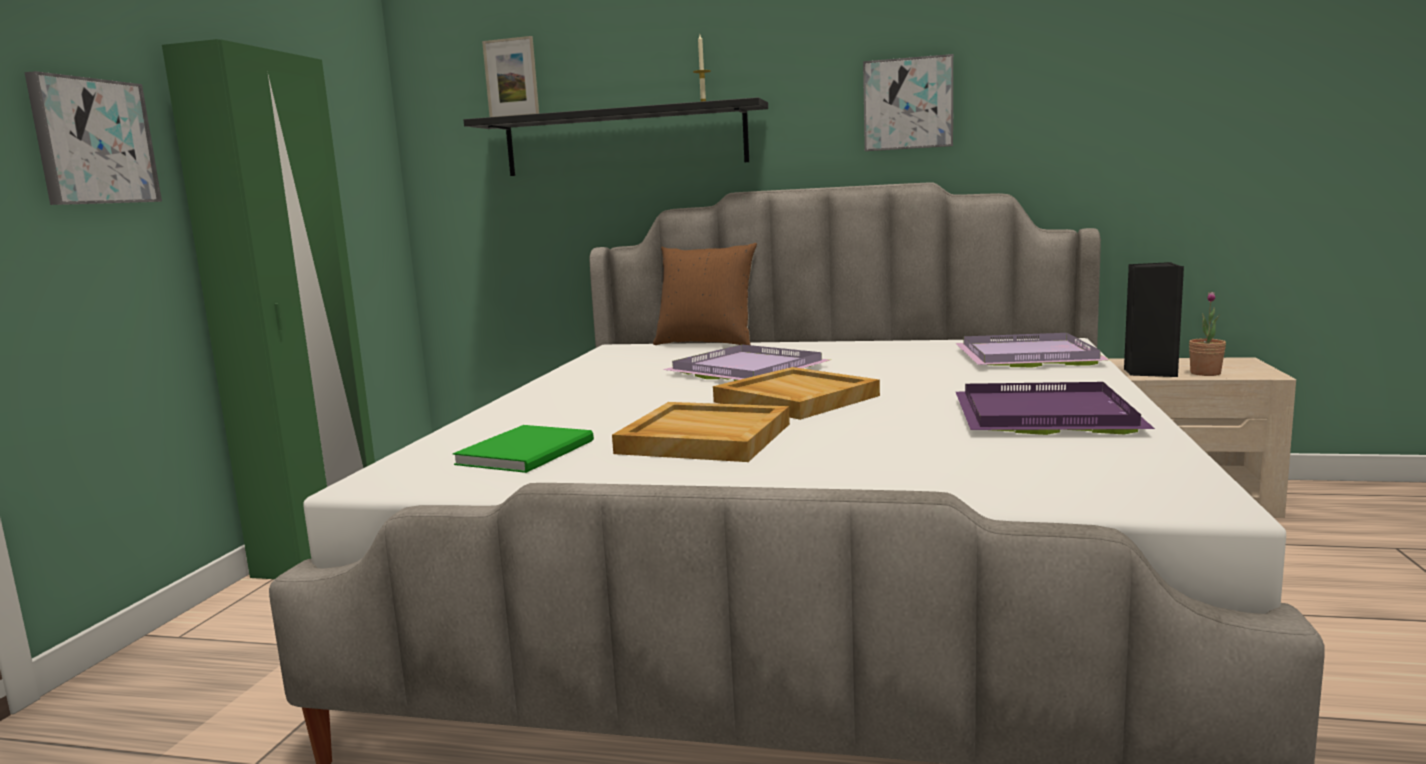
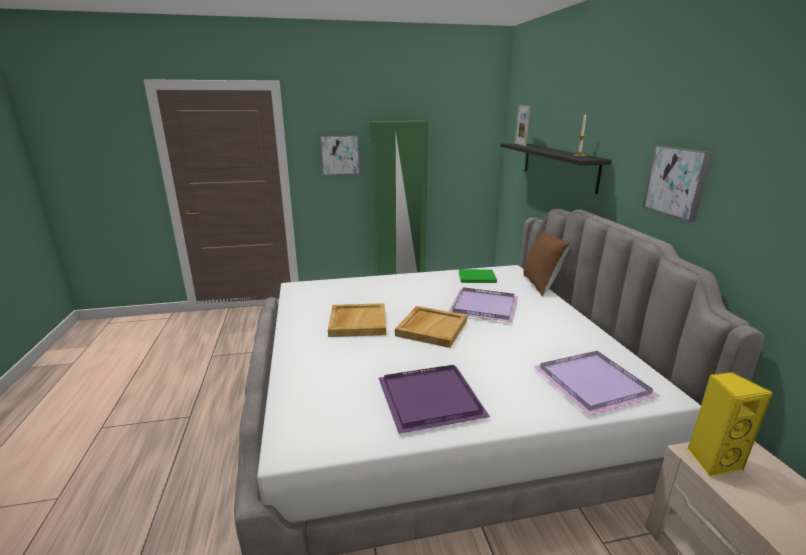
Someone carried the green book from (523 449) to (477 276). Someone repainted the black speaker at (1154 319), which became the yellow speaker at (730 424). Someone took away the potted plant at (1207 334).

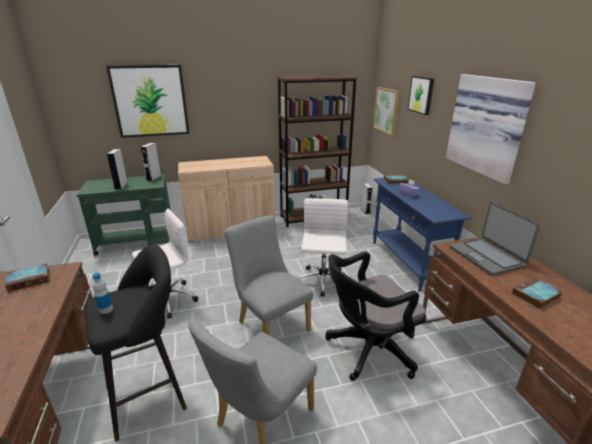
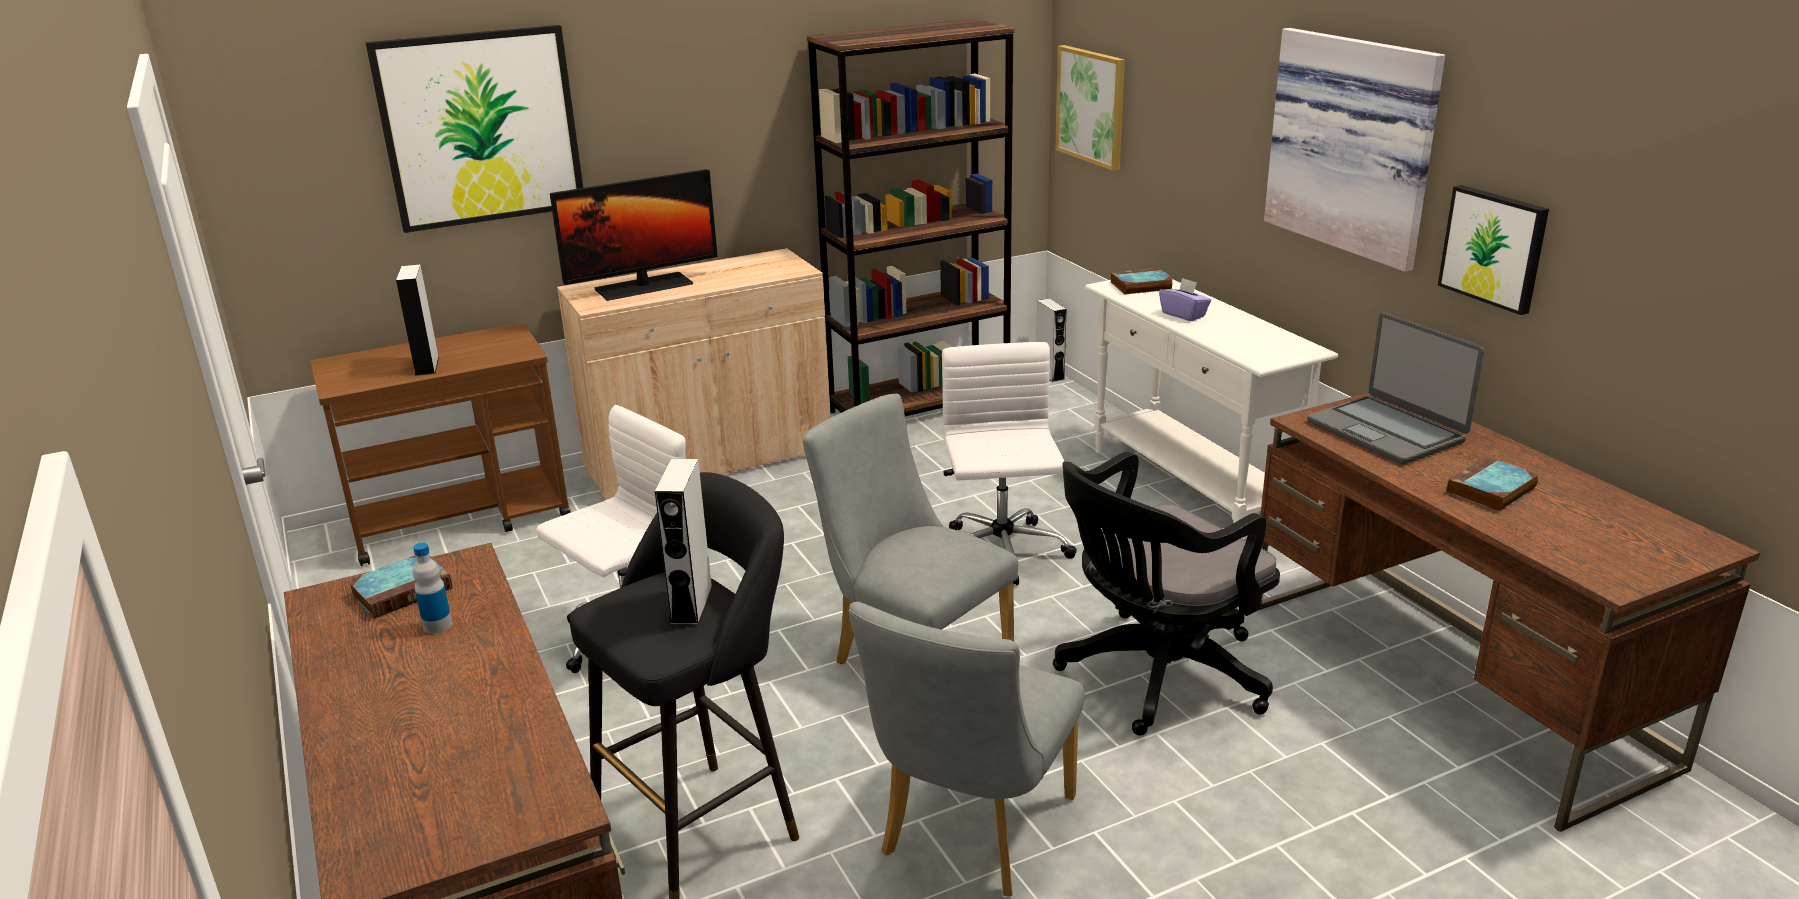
Someone repainted the green cart at (123 215), which became the brown cart at (440 444). Someone carried the bottle from (103 293) to (432 588). Someone carried the grey speaker from (150 162) to (684 542). Someone repainted the blue console table at (422 235), which became the white console table at (1211 401). Someone carried the picture from (421 95) to (1493 250). Someone put down the monitor at (633 235).

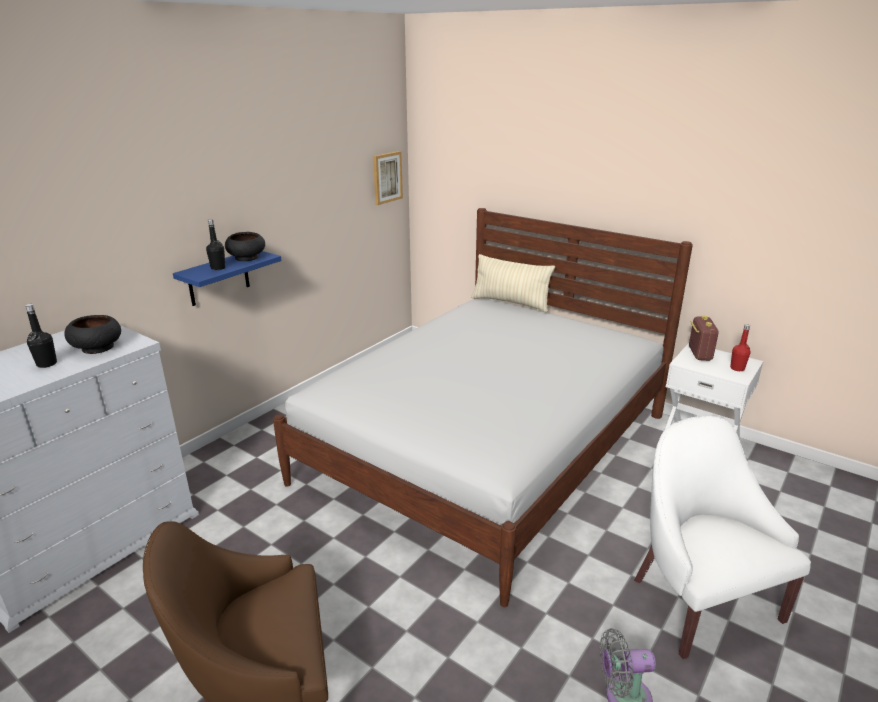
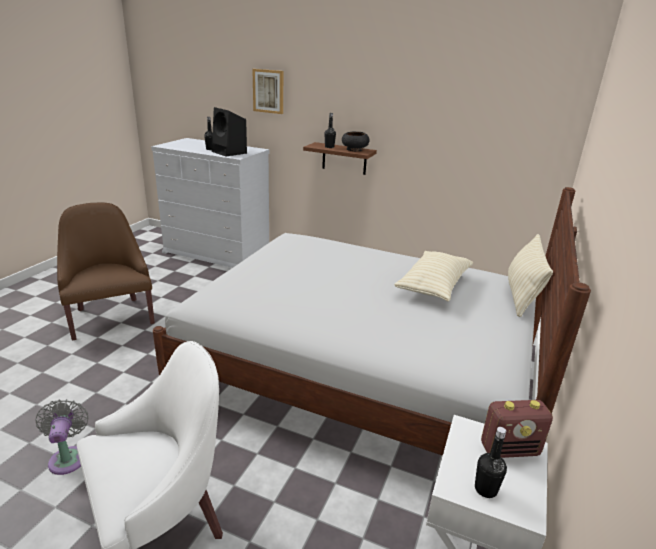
Someone swapped the black bowl at (92 334) for the black speaker at (229 131). Someone repainted the blue shelf at (227 278), which became the brown shelf at (340 158). Someone carried the picture from (388 178) to (267 91). Someone repainted the red bottle at (740 347), which became the black bottle at (491 462). Someone put down the beige pillow at (433 276).

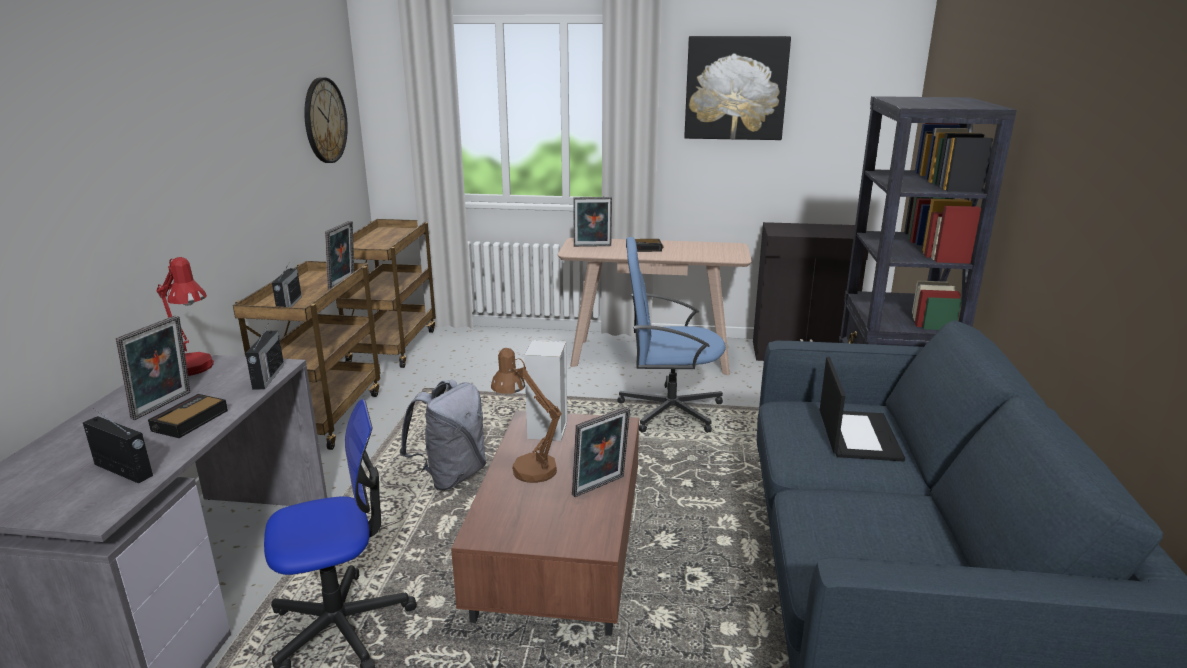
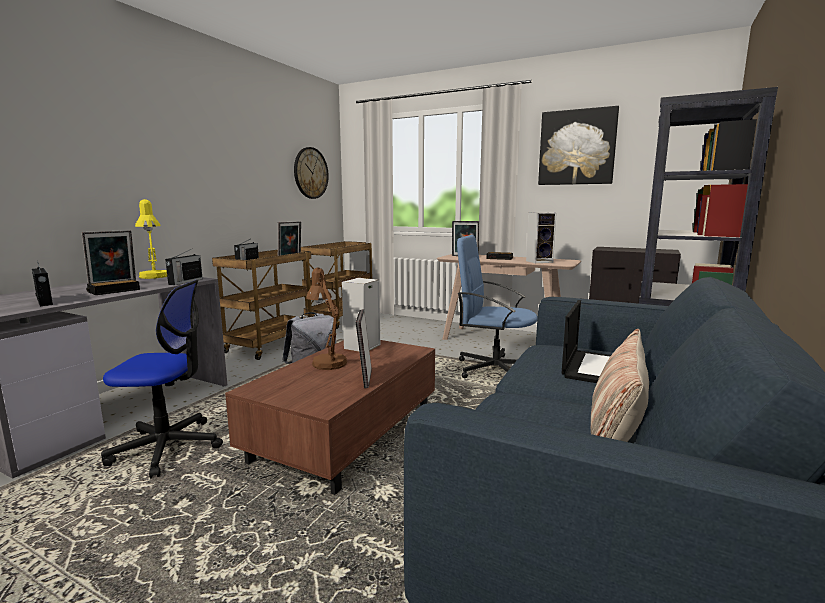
Someone repainted the red table lamp at (185 316), which became the yellow table lamp at (151 239). Someone rotated the picture frame at (601 452) by 105 degrees clockwise. Someone put down the speaker at (541 238). Someone put down the pillow at (620 385).

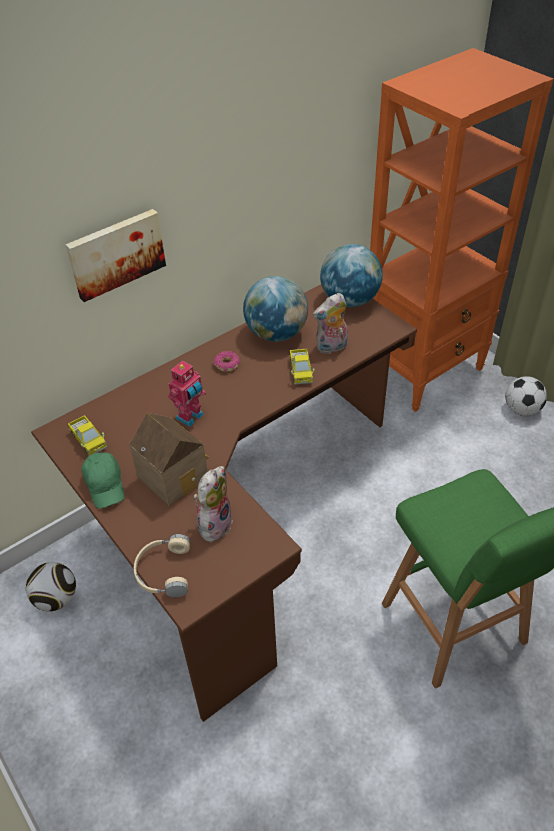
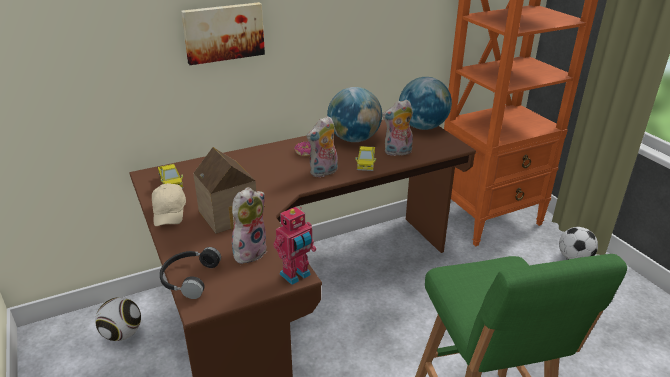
Someone repainted the green cap at (103 480), which became the beige cap at (169 204). Someone repainted the beige headphones at (162 565), which became the black headphones at (190 273). Someone carried the toy robot from (187 394) to (294 246). Someone put down the plush toy at (322 147).

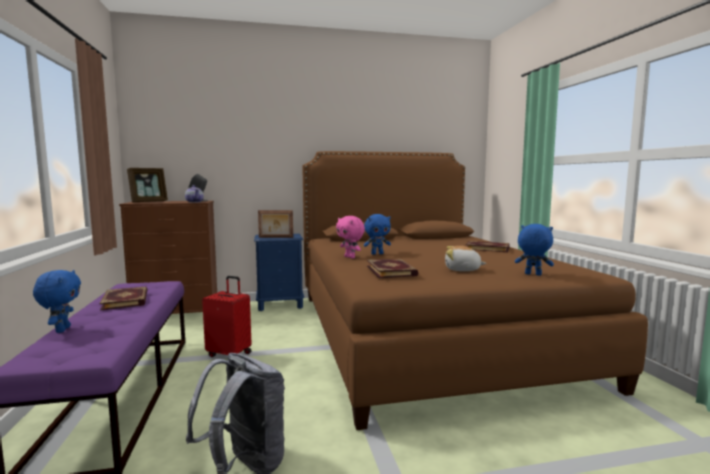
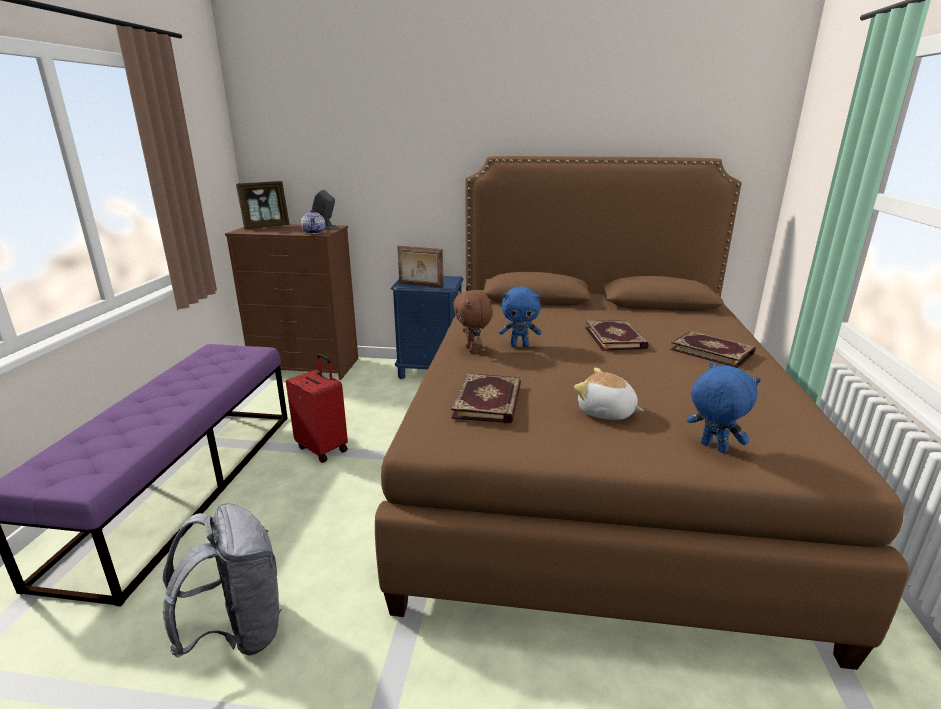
Someone took away the blue plush toy at (57 301). Someone carried the book from (123 298) to (617 335). Someone repainted the pink plush toy at (350 237), which became the brown plush toy at (473 322).

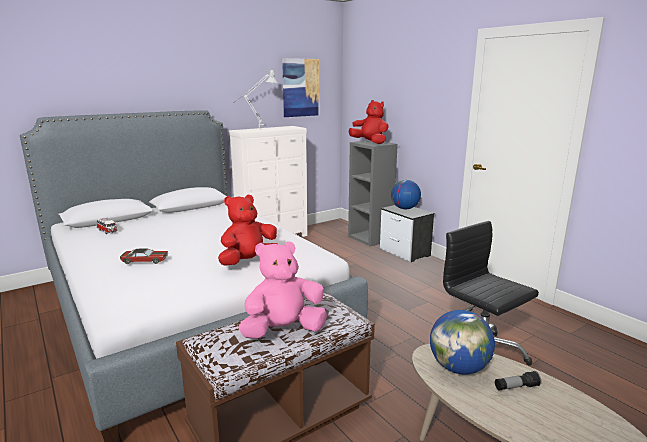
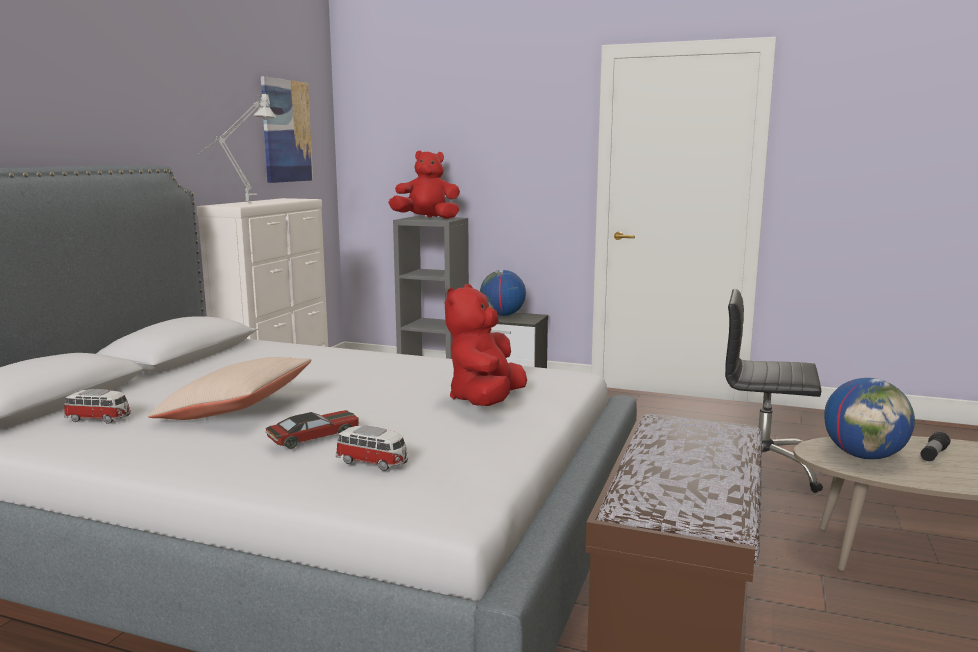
Someone took away the pink plush toy at (282 289). Someone put down the beige pillow at (229 388). Someone put down the toy car at (372 448).

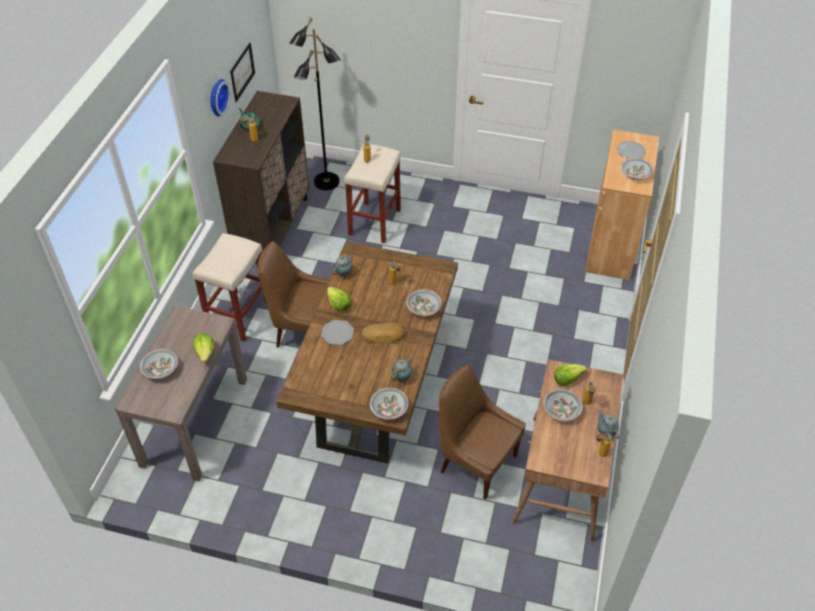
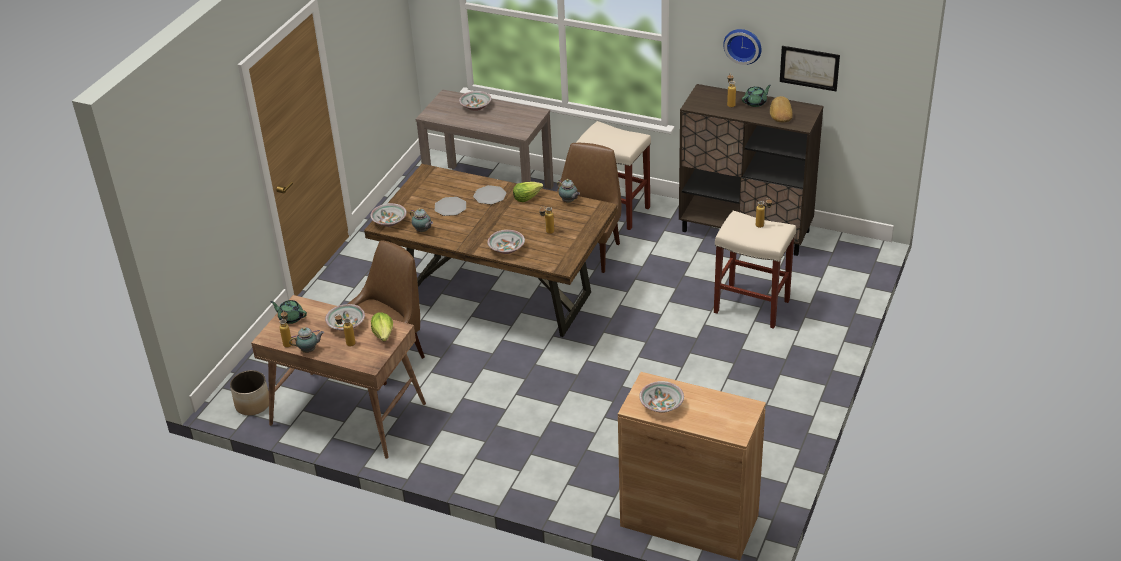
Someone took away the lettuce at (204 348). Someone took away the black floor lamp at (315 104). Someone carried the bread from (383 333) to (781 109). Someone carried the plate from (632 150) to (450 206). Someone put down the planter at (249 392). Someone put down the green teapot at (288 312).

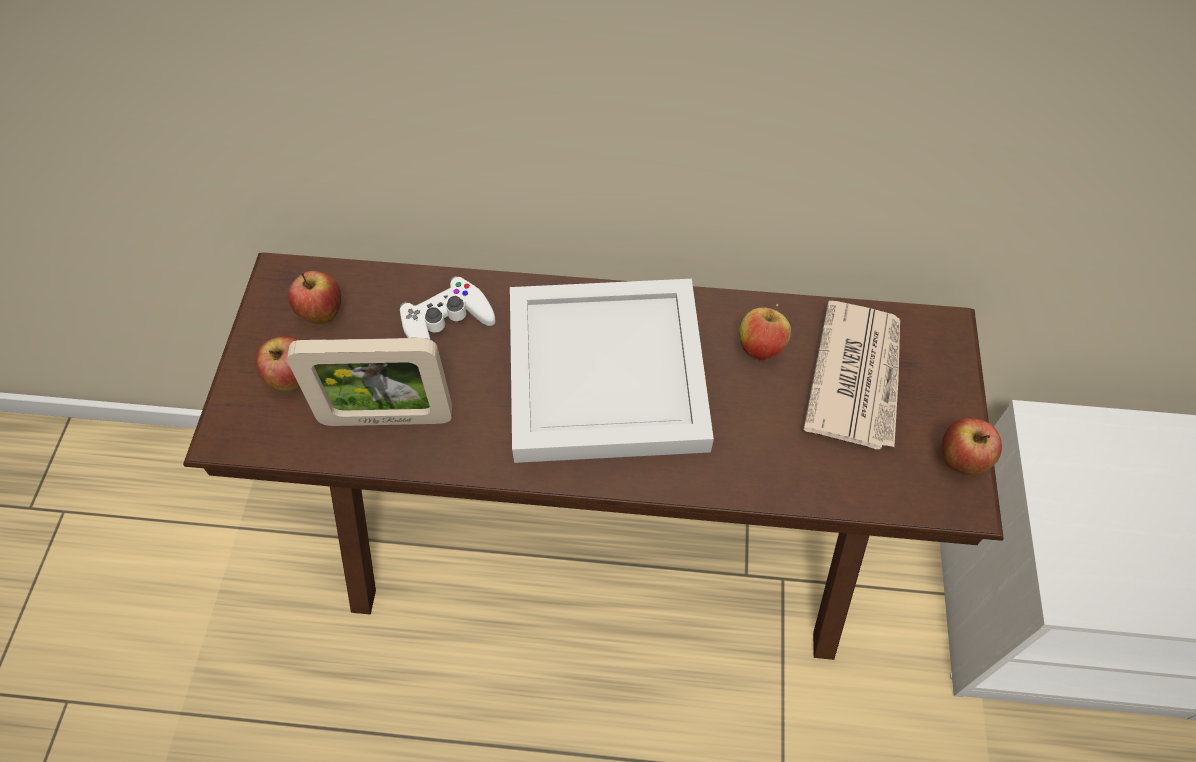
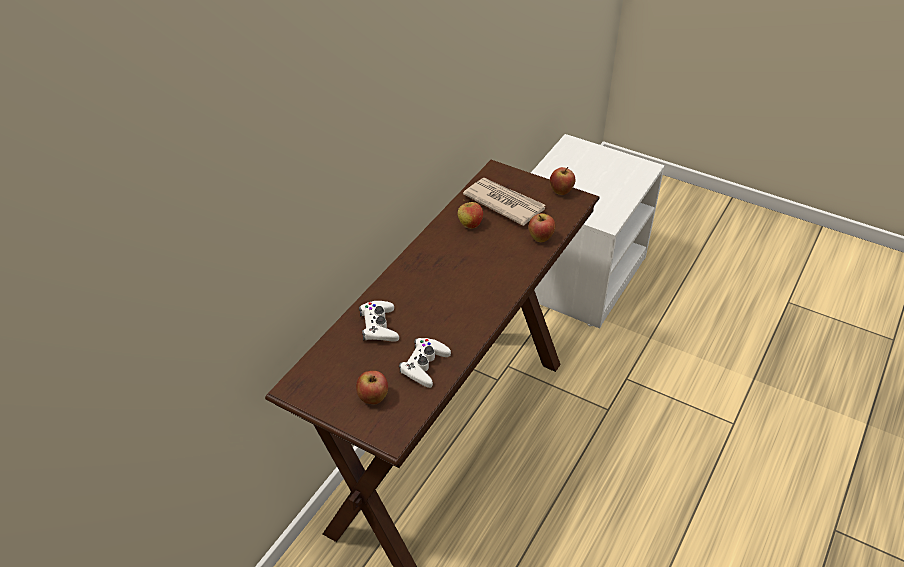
Someone swapped the picture frame at (369 382) for the white game controller at (425 363). Someone carried the apple from (314 297) to (542 227). Someone took away the white tray at (612 371).

